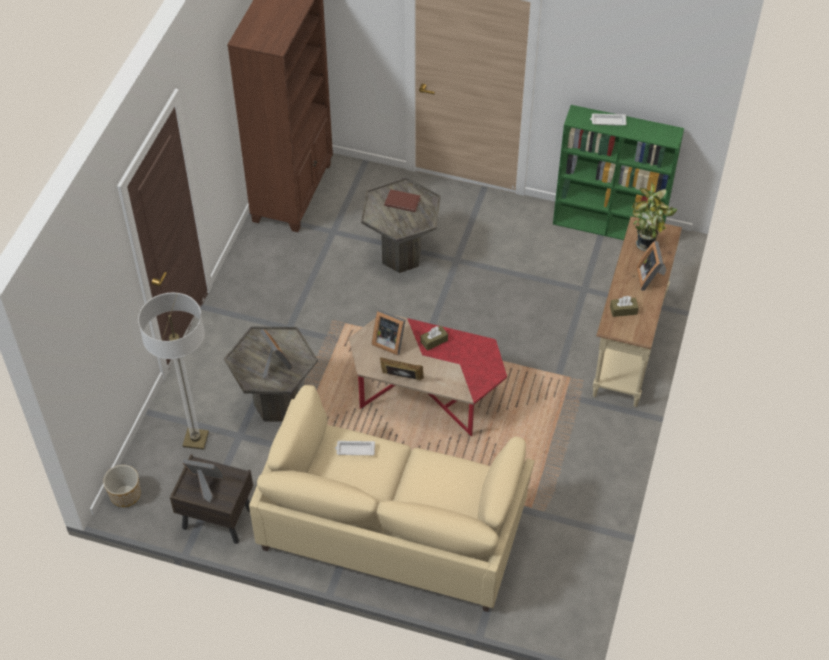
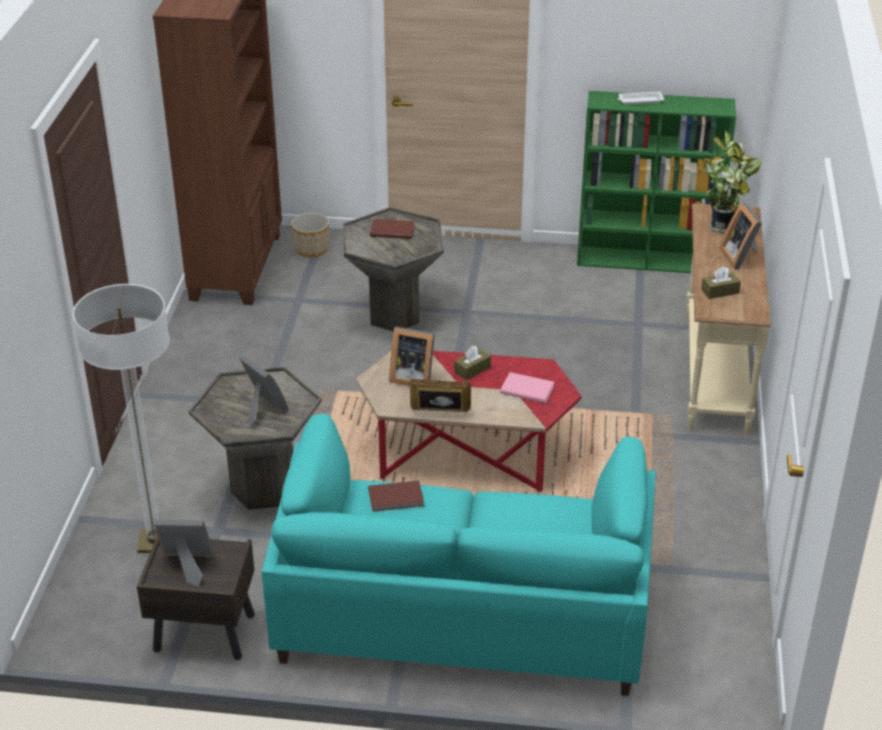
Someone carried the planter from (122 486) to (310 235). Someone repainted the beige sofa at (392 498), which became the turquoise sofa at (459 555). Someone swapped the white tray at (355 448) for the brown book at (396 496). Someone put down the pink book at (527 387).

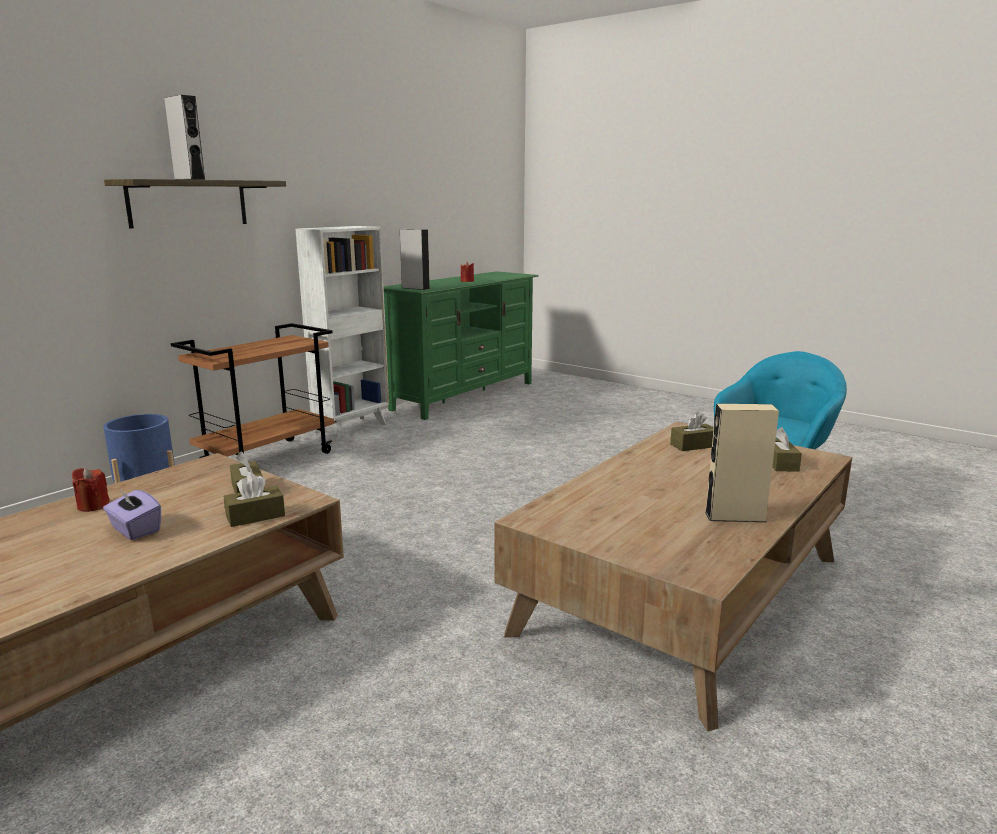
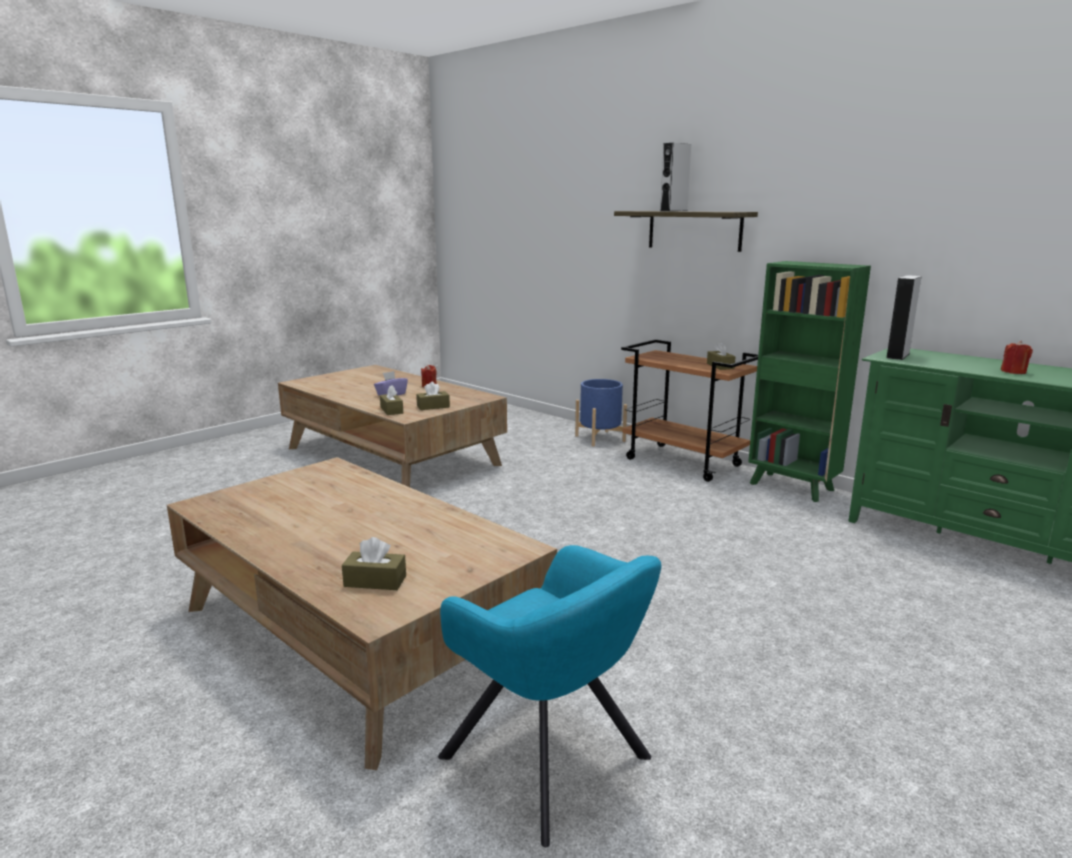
Someone repainted the white bookcase at (342 333), which became the green bookcase at (809 381). Someone carried the brown tissue box from (692 431) to (721 356). Someone took away the beige speaker at (742 463).

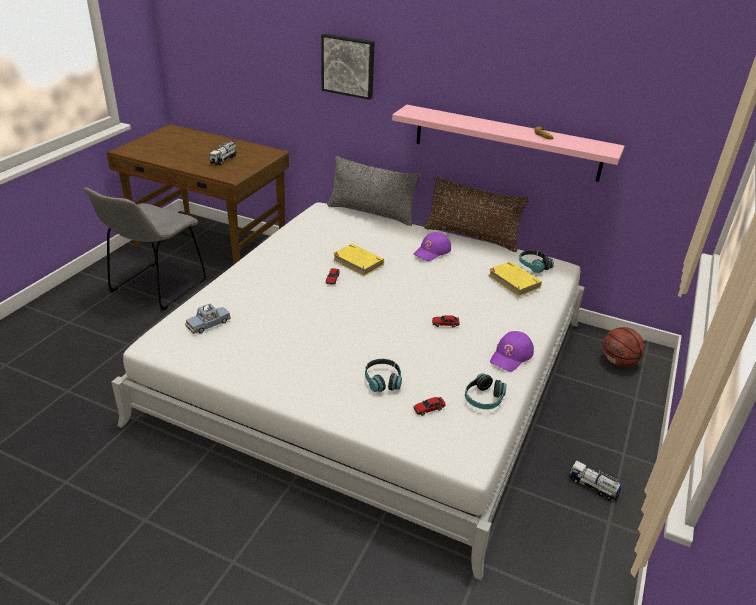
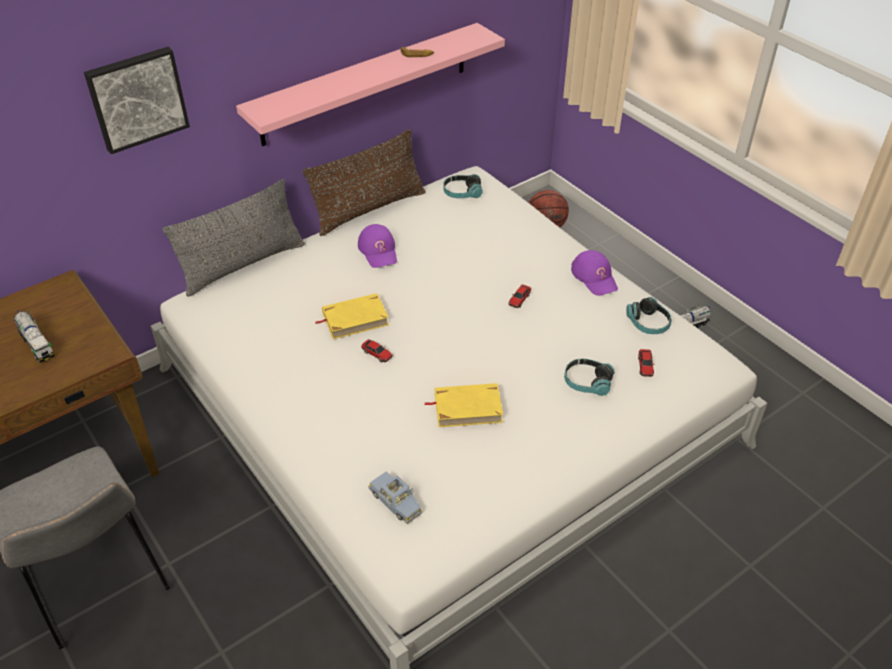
Someone rotated the blue toy car at (208 319) by 150 degrees clockwise. Someone carried the yellow book from (515 279) to (463 405).

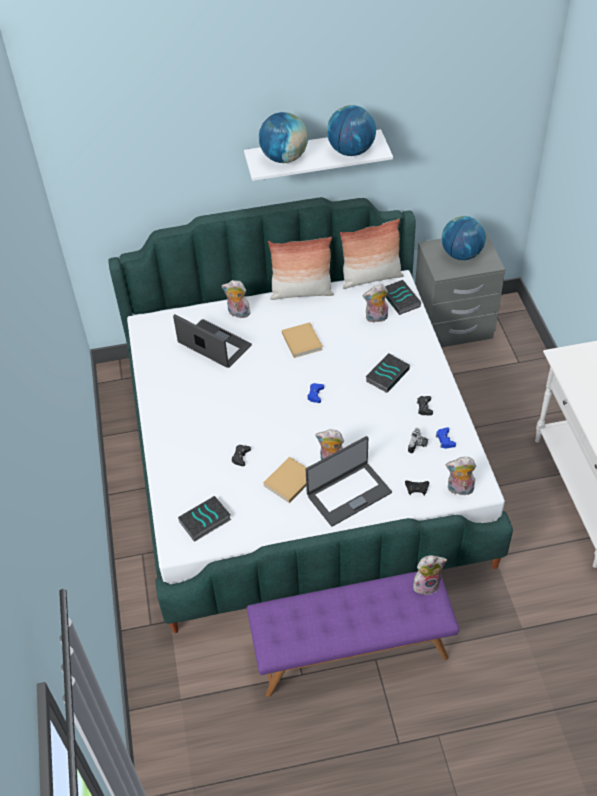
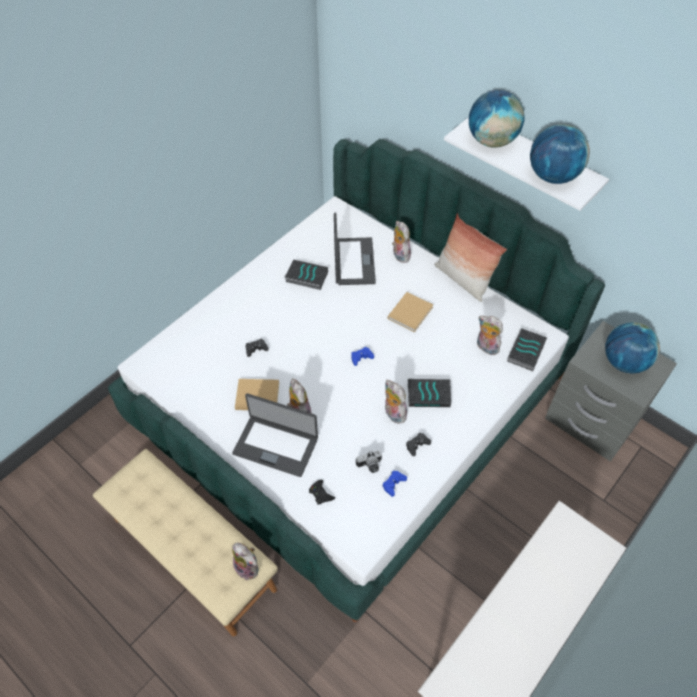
Someone carried the book from (204 519) to (306 275). Someone repainted the purple bench at (353 634), which became the beige bench at (185 542). Someone took away the pillow at (372 254). Someone carried the plush toy from (461 476) to (396 402).

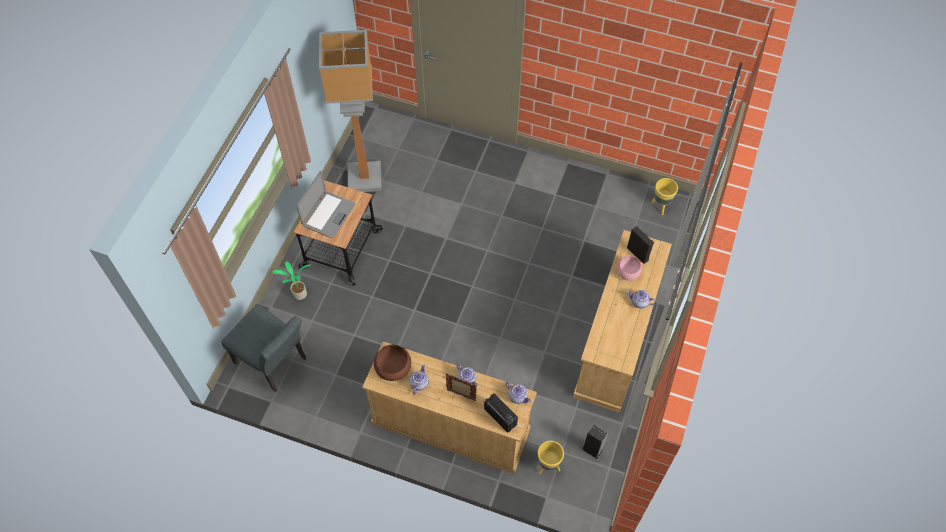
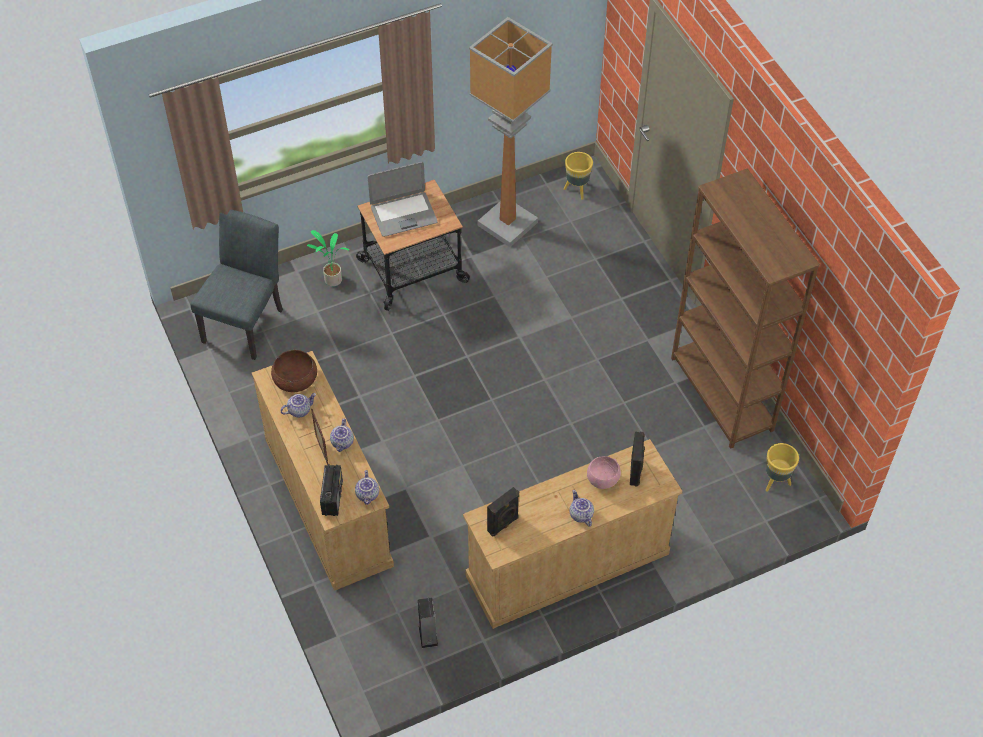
Someone rotated the grey chair at (263 348) by 150 degrees counterclockwise. Someone carried the yellow planter from (551 457) to (578 176). Someone put down the black speaker at (503 512). Someone put down the brown bookcase at (745 308).

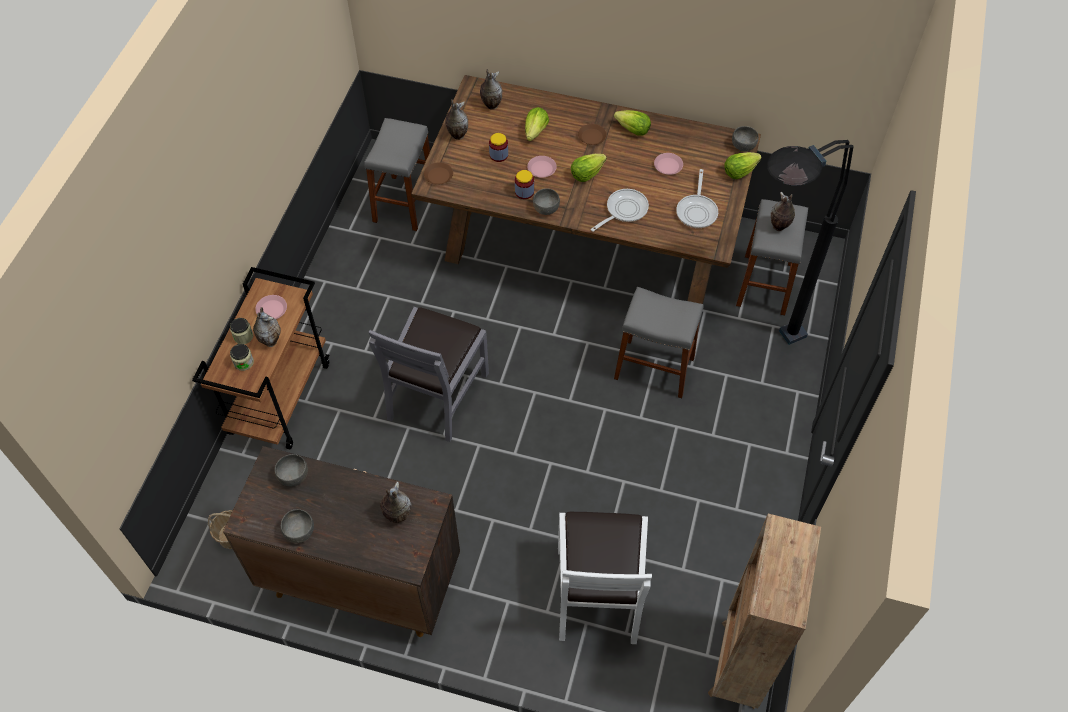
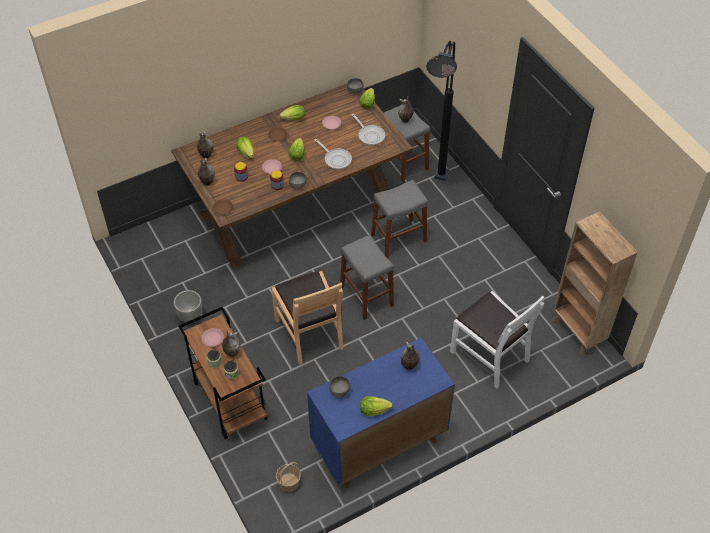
Someone repainted the brown cabinet at (341 541), which became the blue cabinet at (381 413). Someone swapped the grey bowl at (297 526) for the lettuce at (376 406). Someone carried the grey stool from (397 174) to (367 277). Someone repainted the grey chair at (429 374), which became the brown chair at (308 318). Someone rotated the frying pan at (620 210) by 135 degrees clockwise. Someone put down the planter at (188 306).

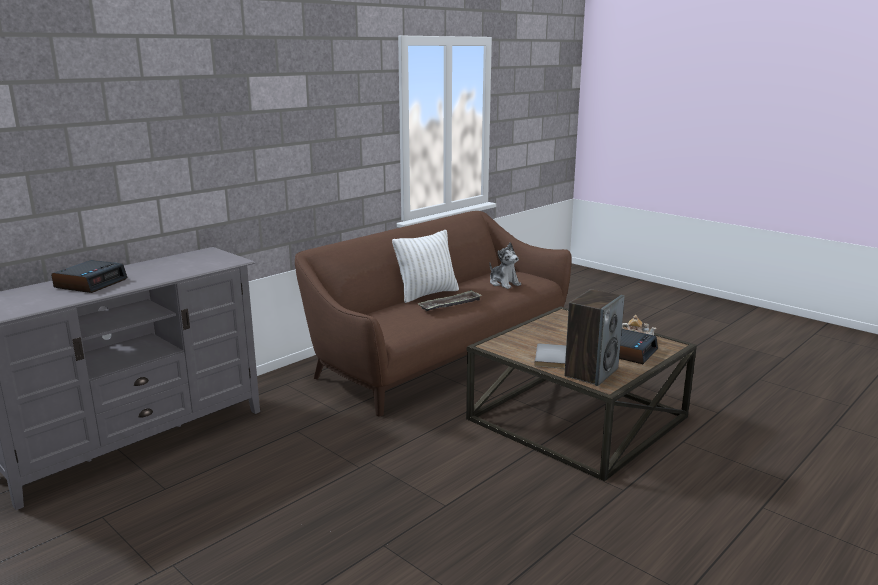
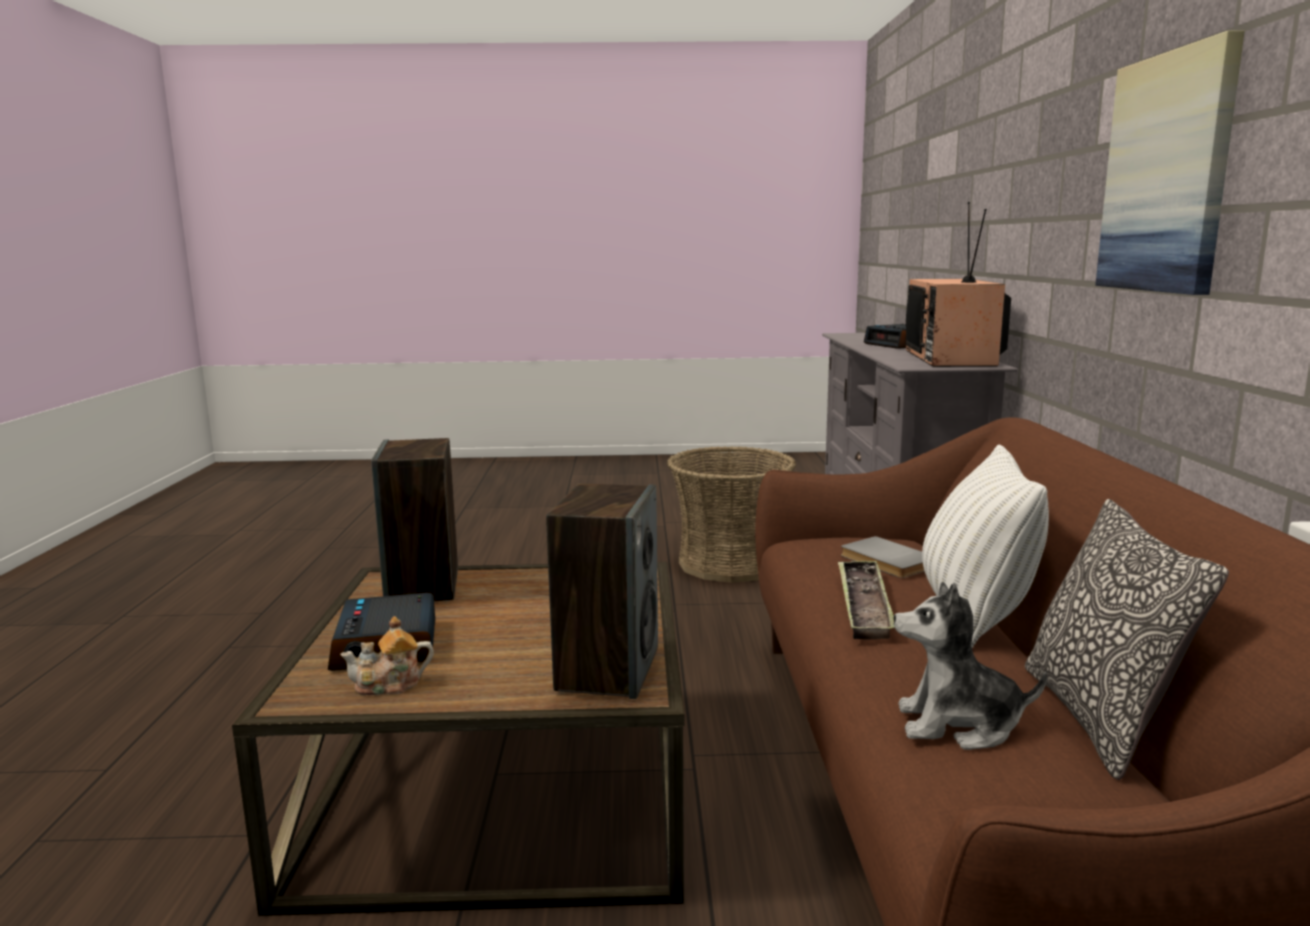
Someone carried the grey book from (550 356) to (883 557). Someone put down the speaker at (602 591). Someone put down the basket at (731 515). Someone put down the television at (958 284). Someone put down the pillow at (1127 639). Someone put up the picture at (1170 162).

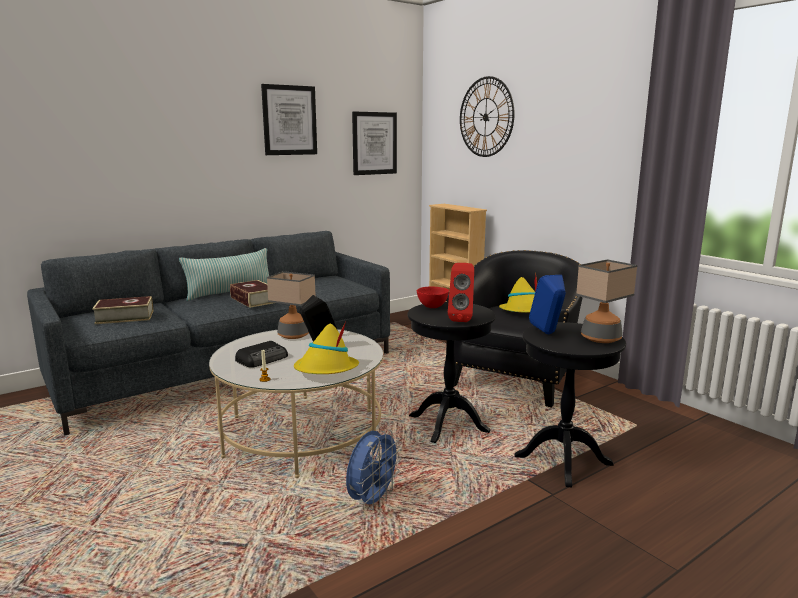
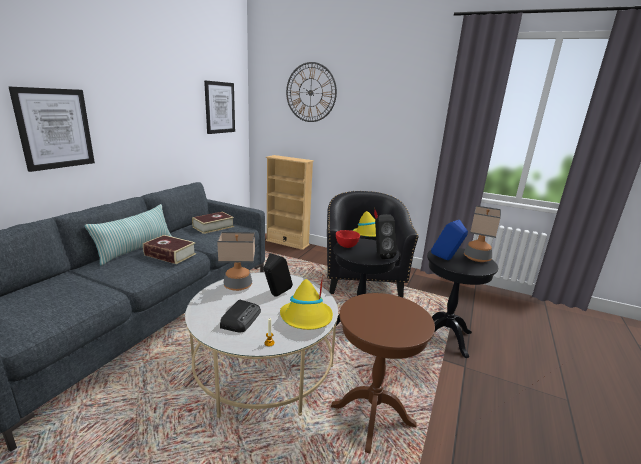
Someone carried the book from (123 310) to (213 223). Someone carried the picture from (289 119) to (51 129). Someone swapped the blue fan at (374 469) for the brown side table at (383 373). Someone repainted the red speaker at (461 292), which became the black speaker at (386 236).

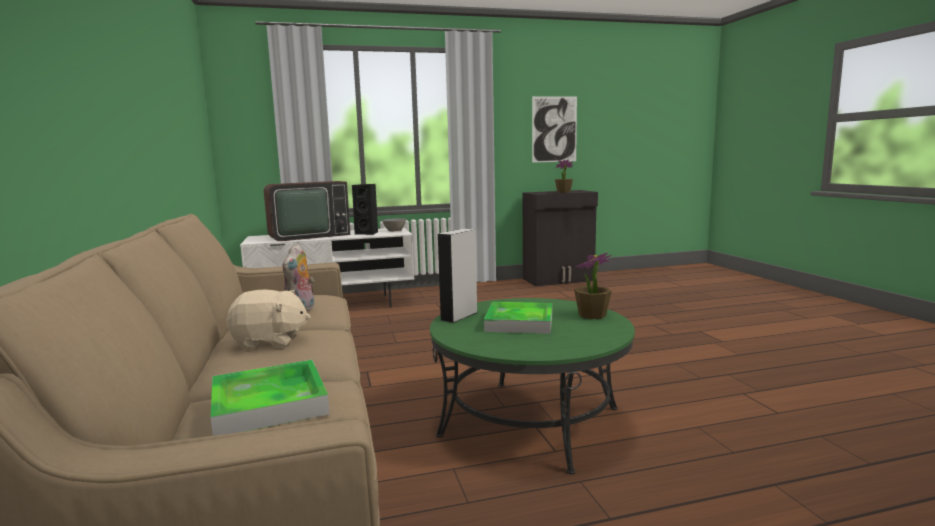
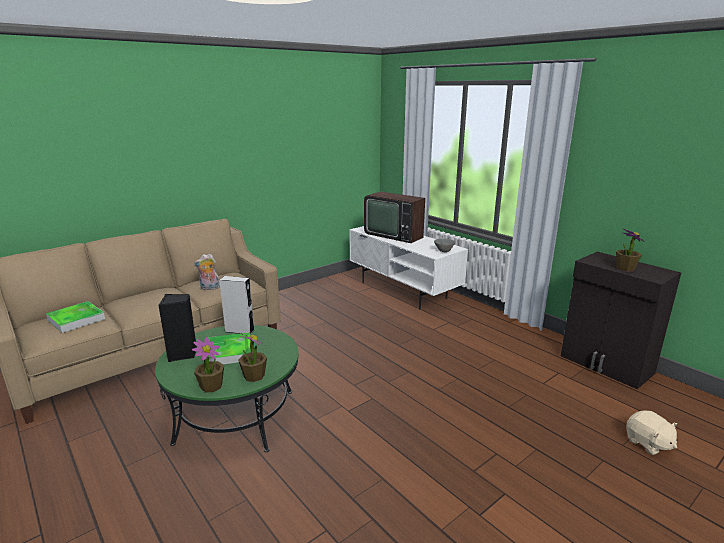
Someone carried the beige plush toy from (269 320) to (652 432). Someone carried the black speaker from (365 209) to (178 328). Someone took away the picture at (554 129). Someone put down the potted plant at (208 364).

